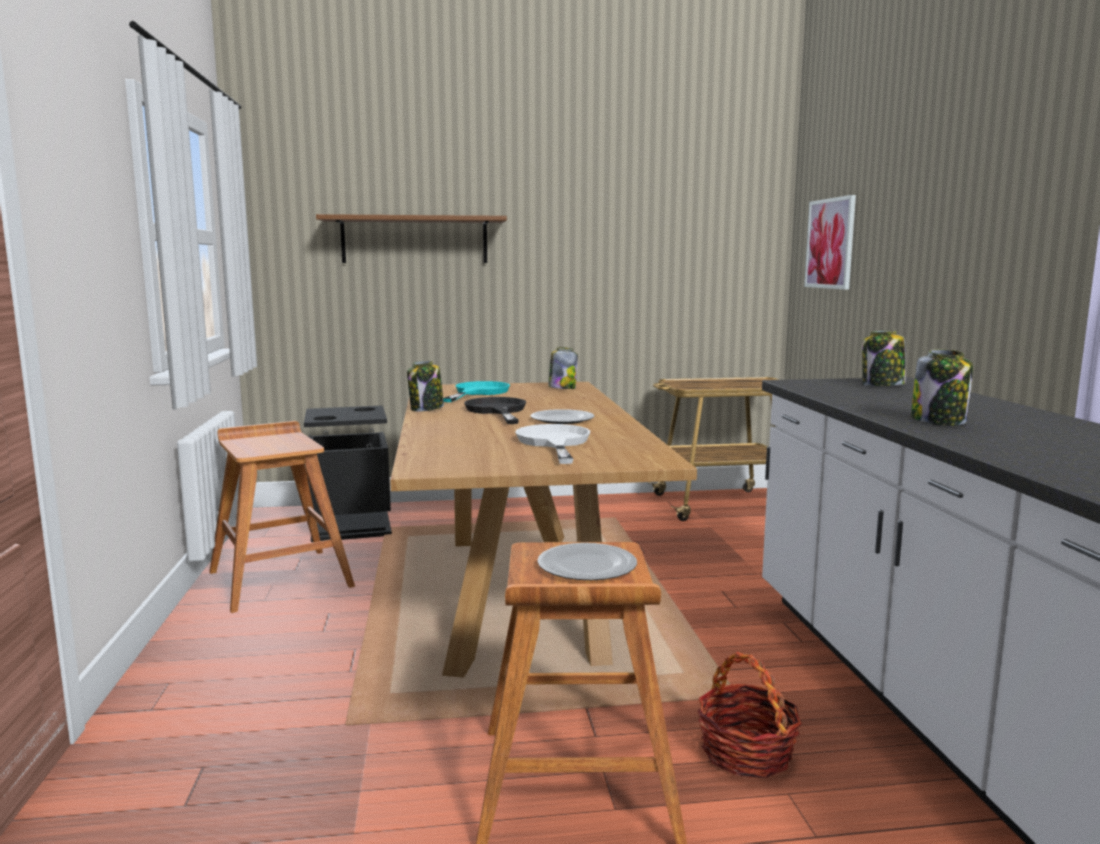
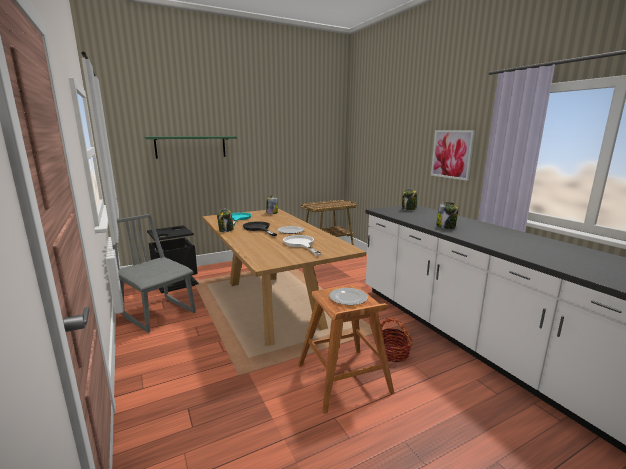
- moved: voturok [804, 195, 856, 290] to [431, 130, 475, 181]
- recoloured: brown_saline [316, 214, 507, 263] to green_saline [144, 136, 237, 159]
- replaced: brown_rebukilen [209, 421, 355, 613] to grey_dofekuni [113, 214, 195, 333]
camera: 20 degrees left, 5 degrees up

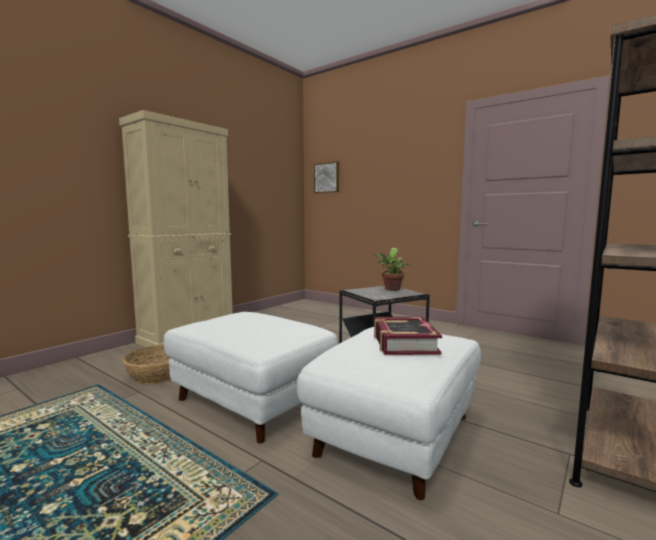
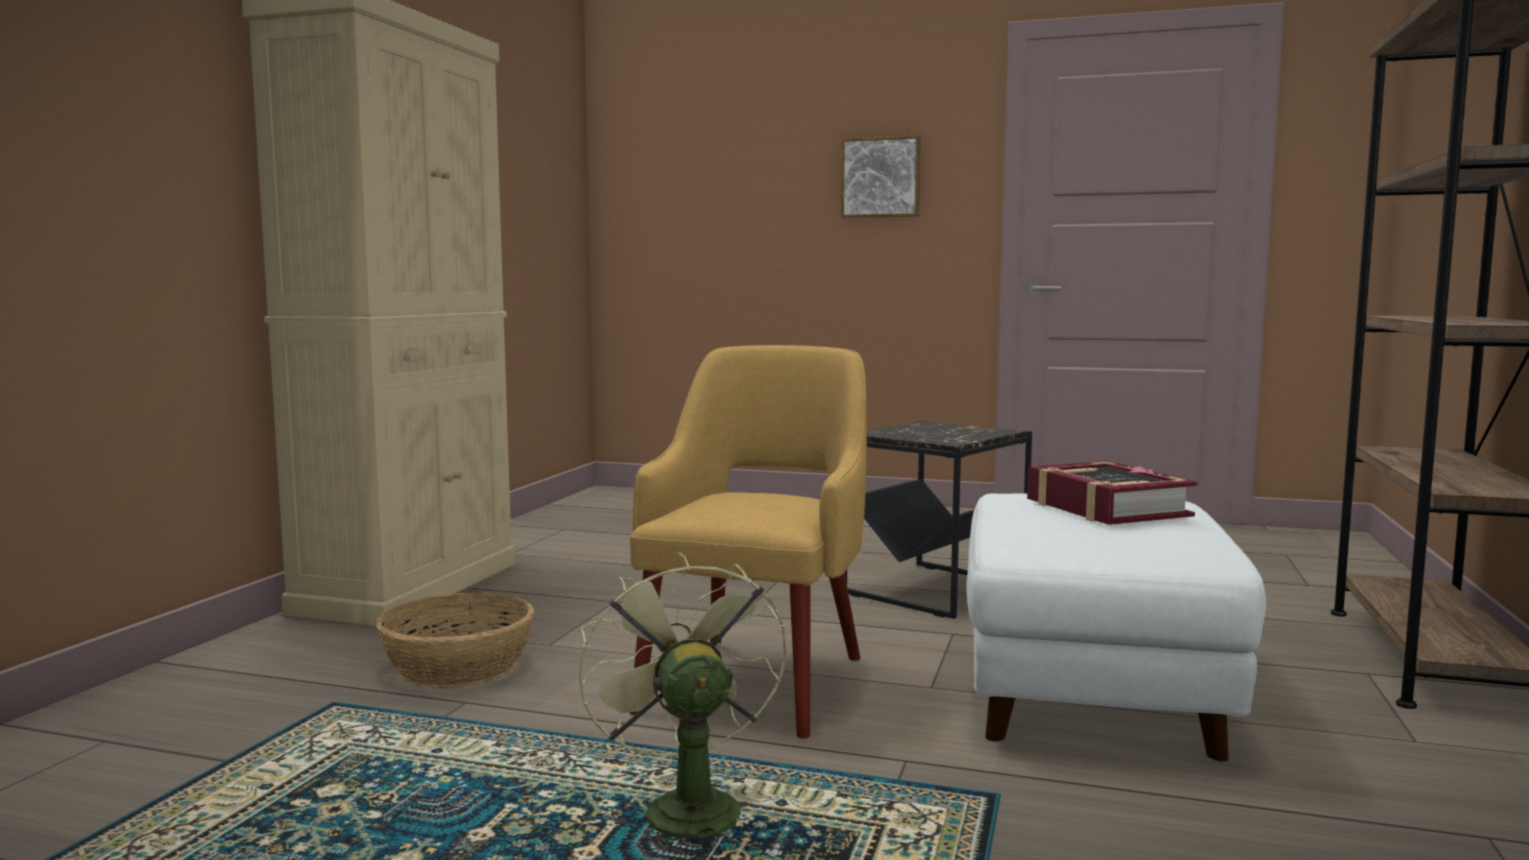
- moved: voturok [314, 161, 339, 193] to [841, 135, 920, 218]
- removed: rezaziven [374, 248, 411, 291]
- replaced: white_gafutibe [164, 312, 338, 444] to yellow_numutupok [630, 345, 867, 739]
- added: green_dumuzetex [579, 552, 787, 851]
camera: 20 degrees left, 0 degrees up

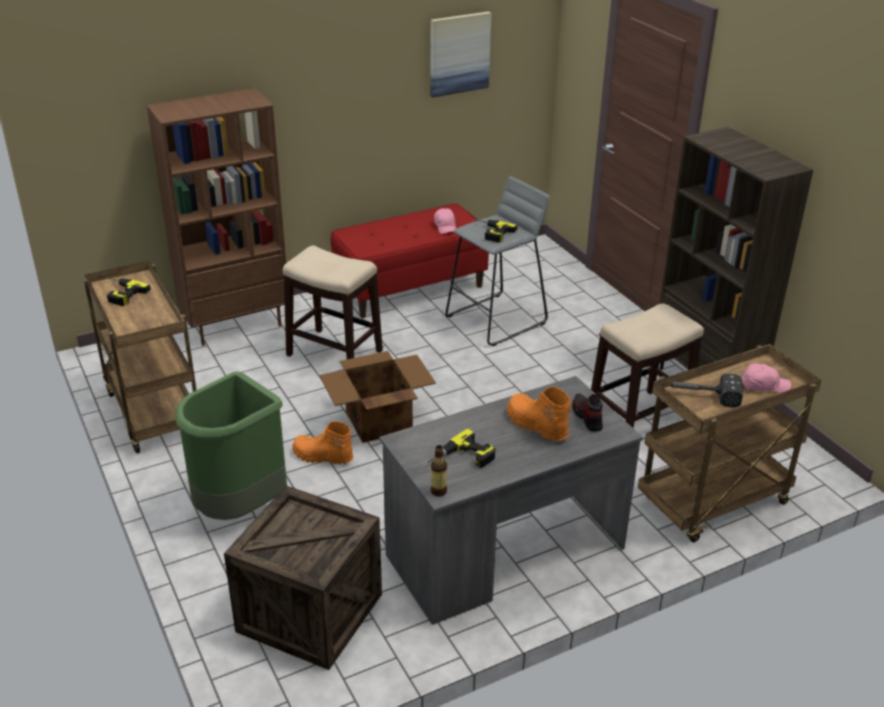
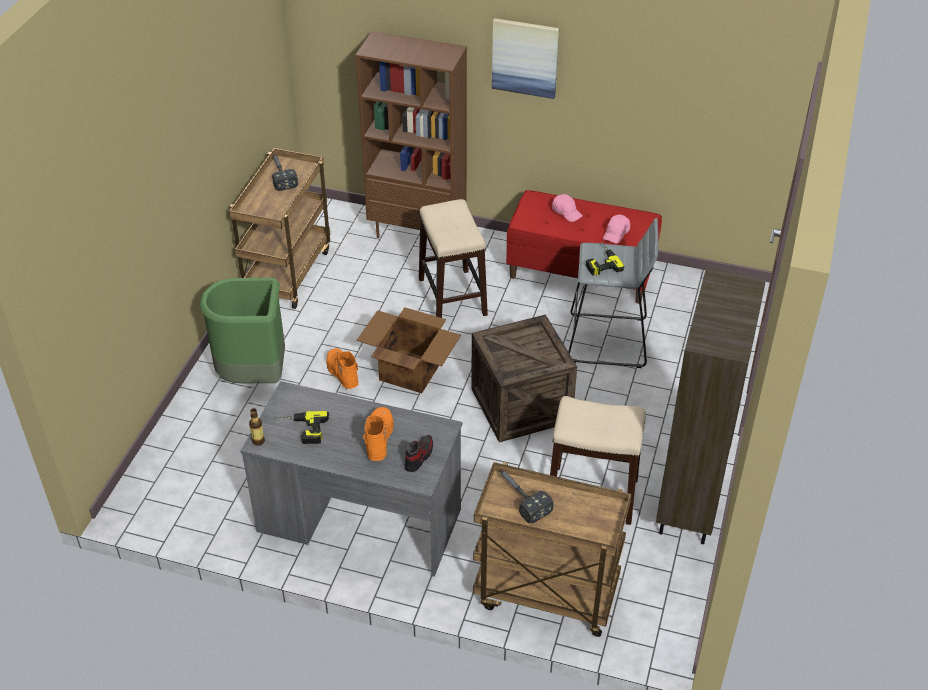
- moved: voturok [430, 11, 491, 97] to [492, 18, 559, 99]
- replaced: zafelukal [106, 277, 151, 306] to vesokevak [272, 155, 298, 191]
- moved: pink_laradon [742, 363, 791, 393] to [552, 194, 583, 222]
- moved: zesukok [224, 486, 382, 670] to [471, 314, 577, 442]
camera: 45 degrees right, 10 degrees up

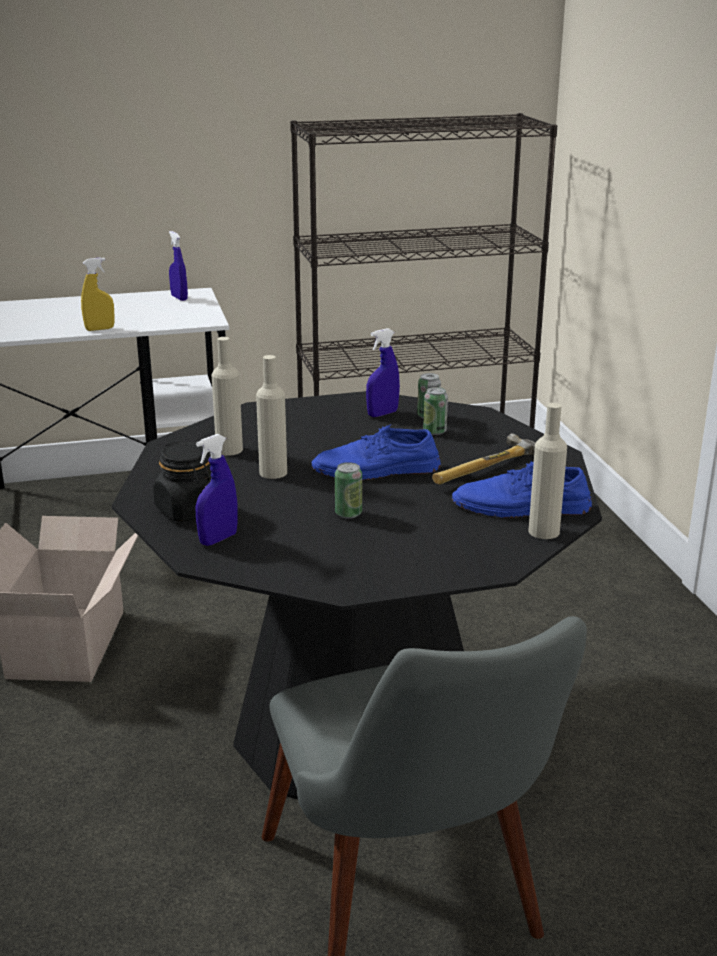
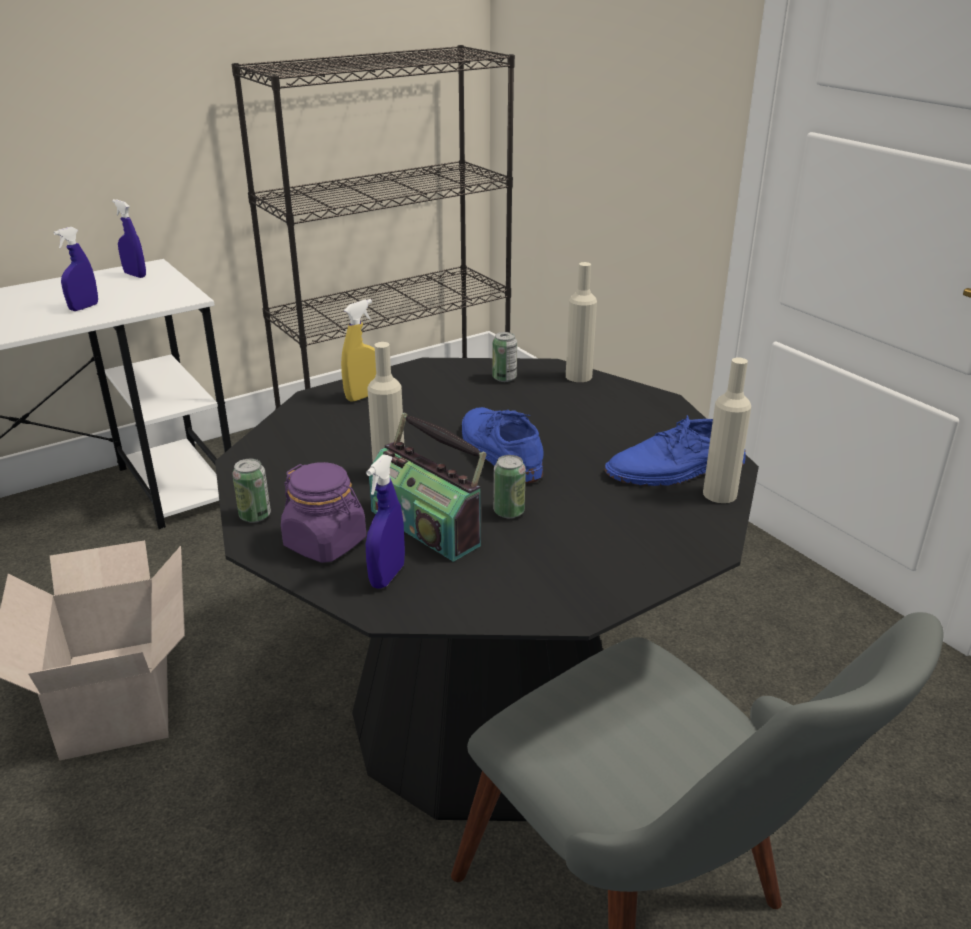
- moved: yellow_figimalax [81, 257, 115, 331] to [341, 299, 376, 402]
- moved: blue_figimalax [366, 328, 400, 417] to [53, 227, 98, 311]
- moved: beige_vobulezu [212, 337, 243, 456] to [566, 262, 597, 382]
- moved: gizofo [423, 387, 448, 435] to [232, 459, 271, 523]
- turned: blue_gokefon [312, 425, 441, 480] = [462, 407, 544, 484] 90 degrees clockwise
- removed: vesokevak [432, 433, 535, 485]
- recoloured: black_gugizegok [153, 441, 212, 522] to purple_gugizegok [281, 462, 366, 563]
- added: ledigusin [369, 413, 486, 562]
camera: 20 degrees left, 5 degrees up

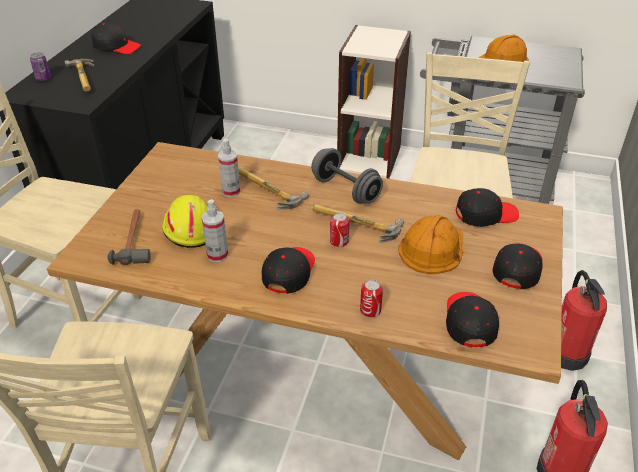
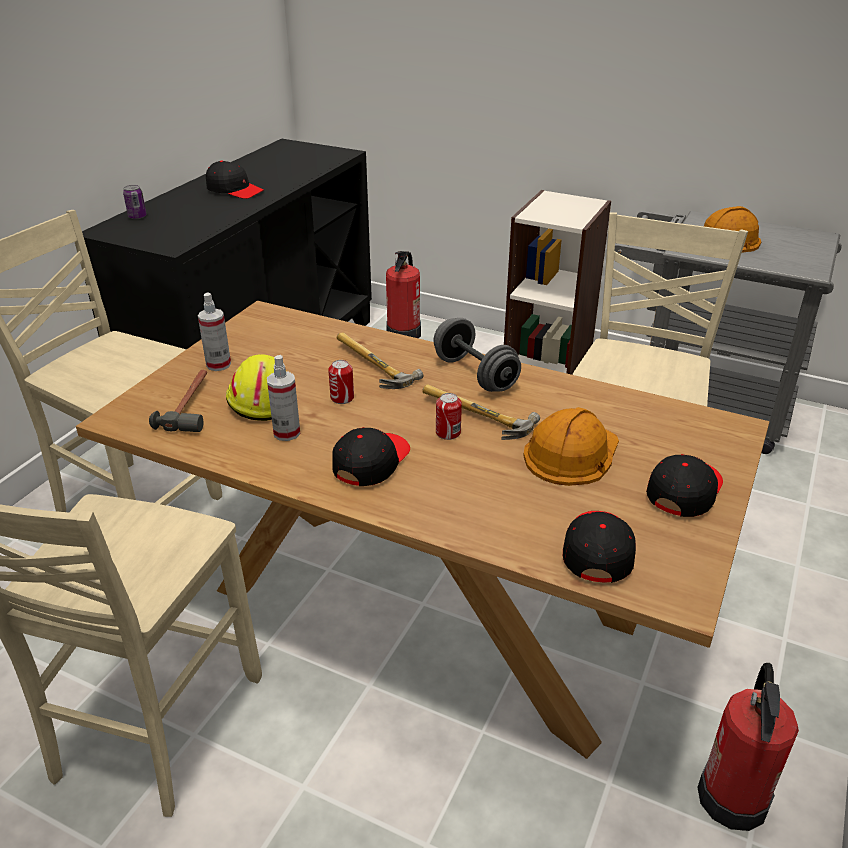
- removed: vesokevak [65, 59, 94, 92]
- moved: figimalax [218, 139, 240, 197] to [198, 292, 231, 371]
- removed: black_laradon [456, 188, 519, 227]
- moved: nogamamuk [561, 270, 607, 371] to [386, 251, 421, 339]
- moved: gizofo [360, 280, 383, 318] to [328, 360, 354, 404]
camera: 10 degrees right, 5 degrees down

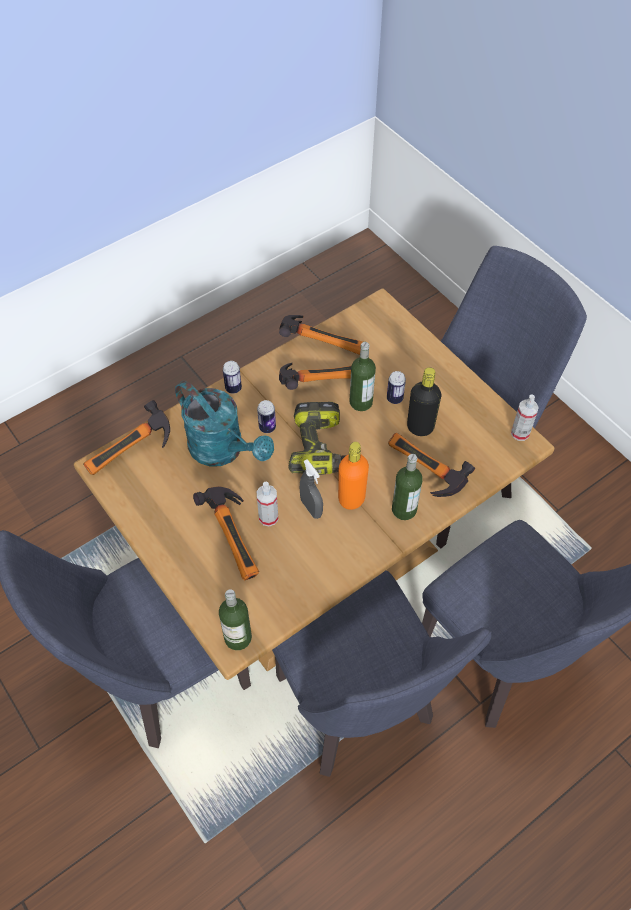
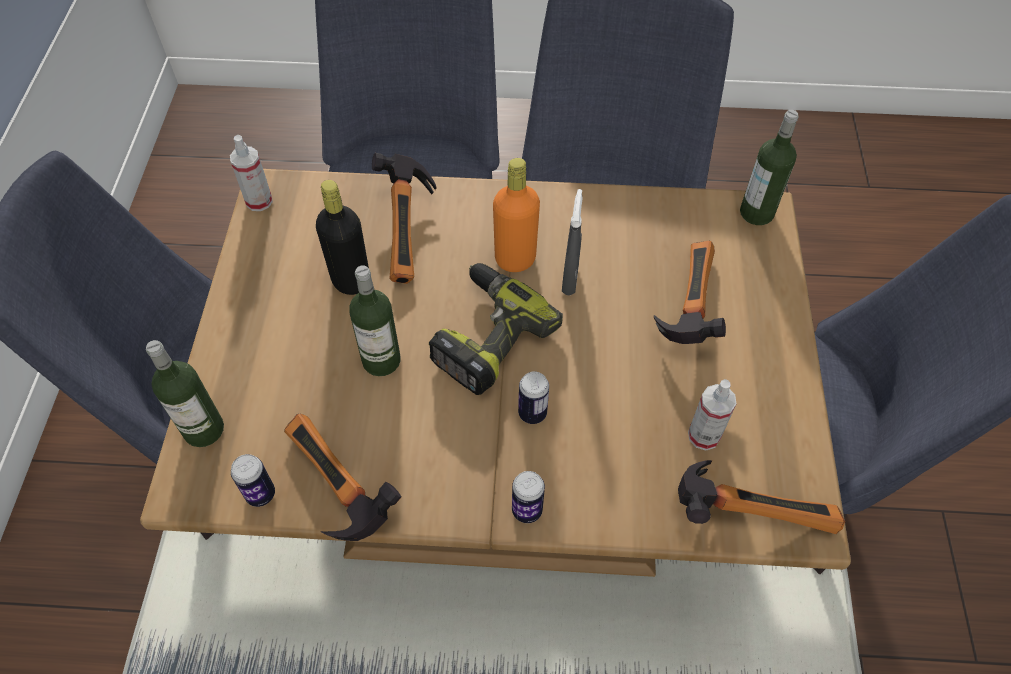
- removed: vesokevak [279, 363, 351, 390]
- moved: gizofo [387, 371, 406, 404] to [231, 454, 275, 507]
- removed: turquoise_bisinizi [175, 381, 274, 467]
- moved: vobulezu [392, 454, 423, 520] to [146, 340, 224, 447]
- moved: figimalax [257, 482, 278, 526] to [688, 379, 737, 450]
camera: 140 degrees left, 0 degrees up

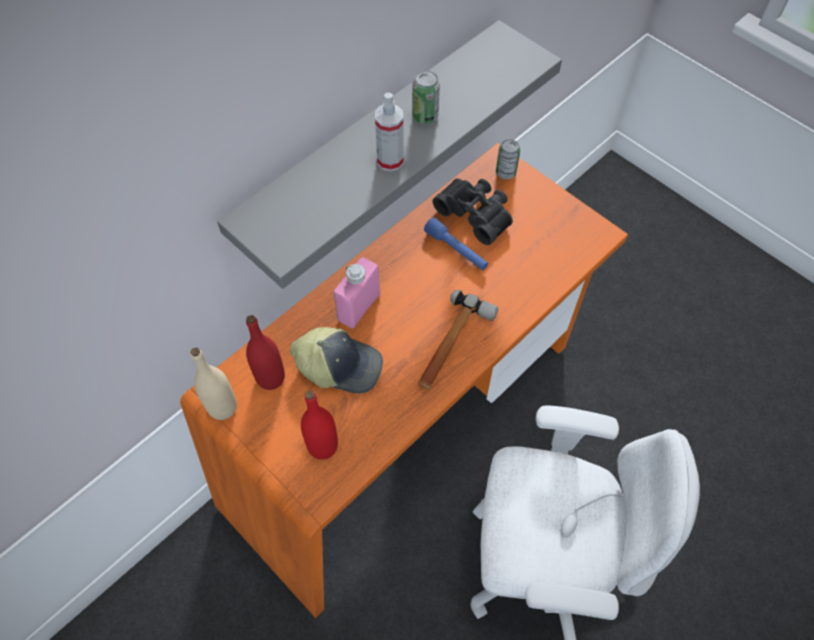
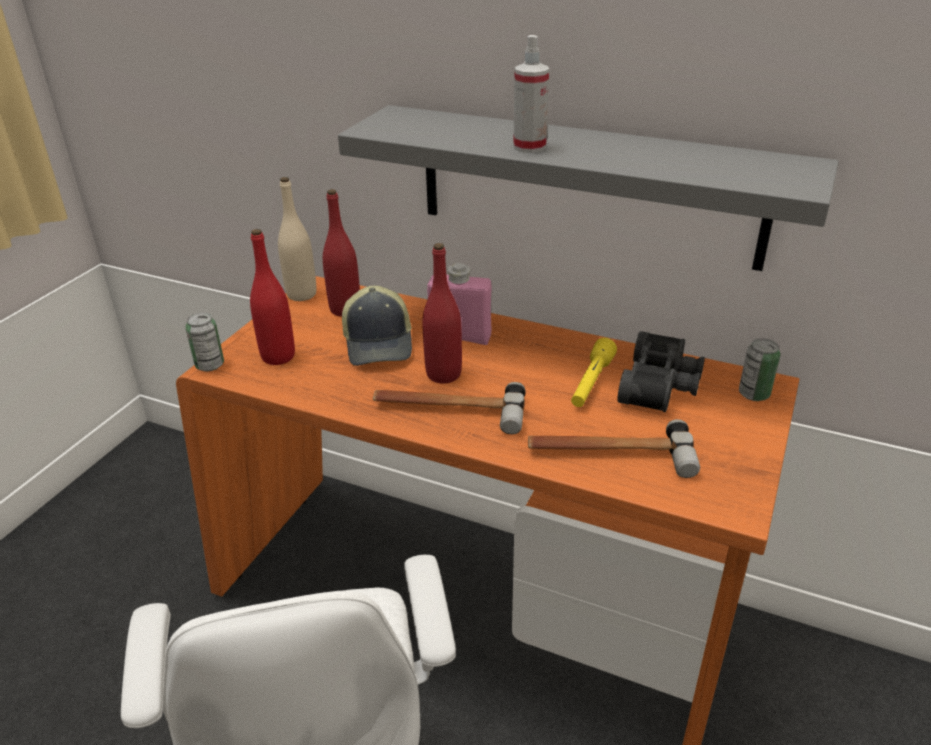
- moved: gizofo [412, 70, 440, 124] to [185, 313, 224, 371]
- recoloured: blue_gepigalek [424, 217, 488, 270] to yellow_gepigalek [571, 338, 617, 407]
- added: red_vobulezu [423, 243, 462, 384]
- added: vesokevak [528, 419, 700, 478]
camera: 70 degrees right, 25 degrees down

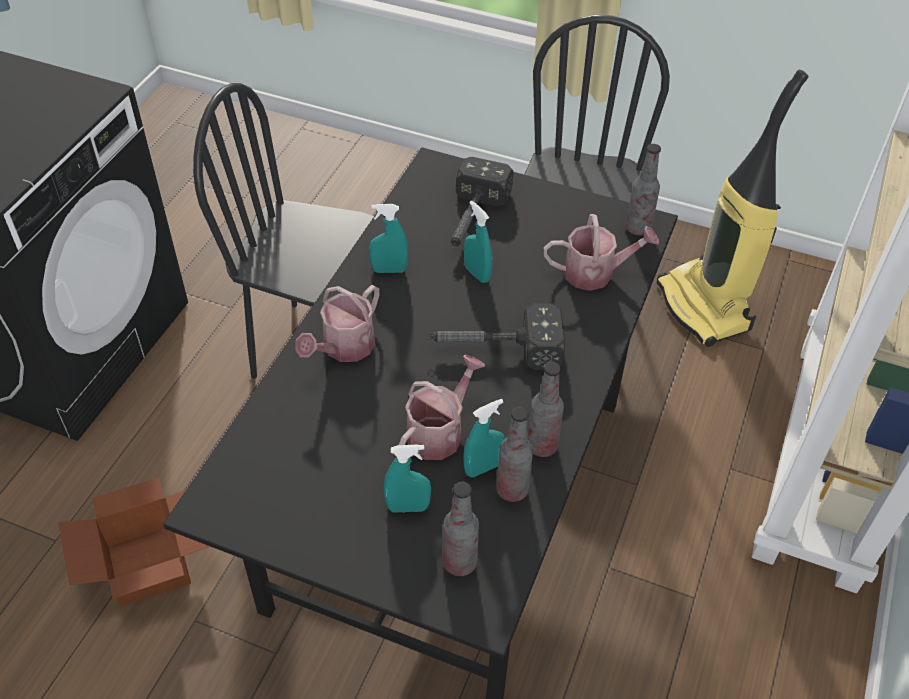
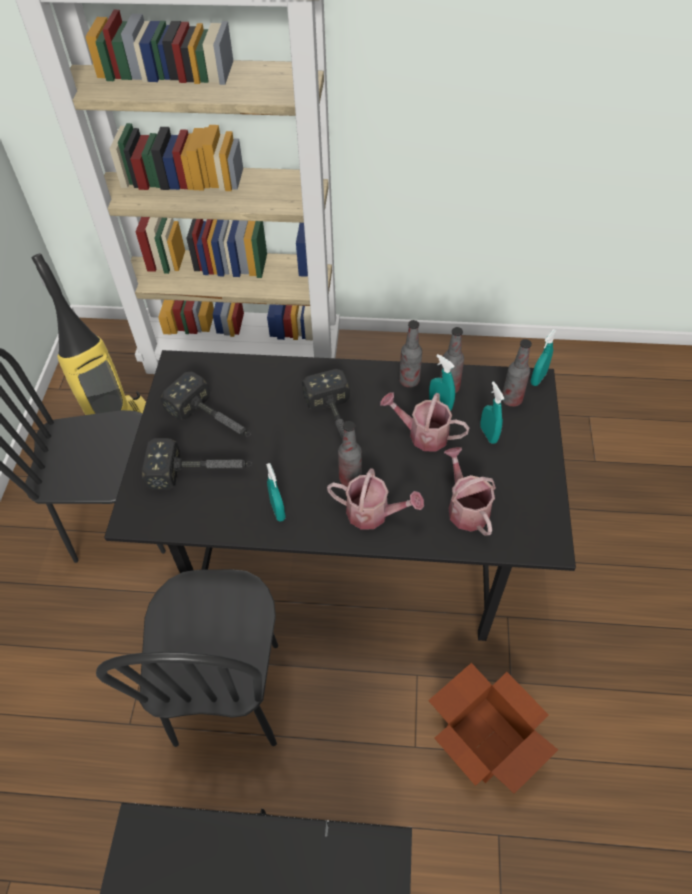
- moved: vobulezu [626, 144, 661, 235] to [338, 421, 362, 487]
- moved: turquoise_figimalax [464, 201, 492, 283] to [531, 329, 557, 386]
- moved: bisinizi [544, 214, 659, 291] to [444, 447, 496, 536]
- added: vesokevak [160, 372, 251, 437]
camera: 105 degrees left, 5 degrees up

